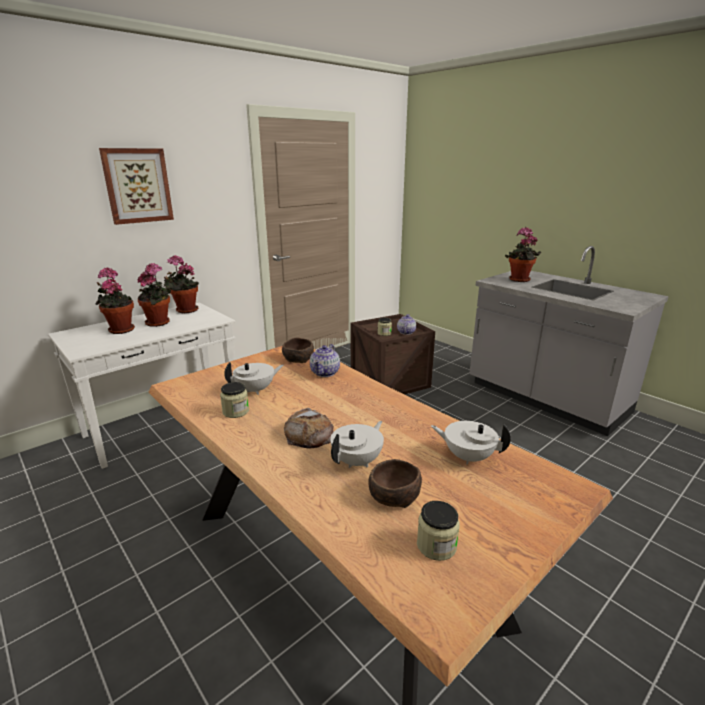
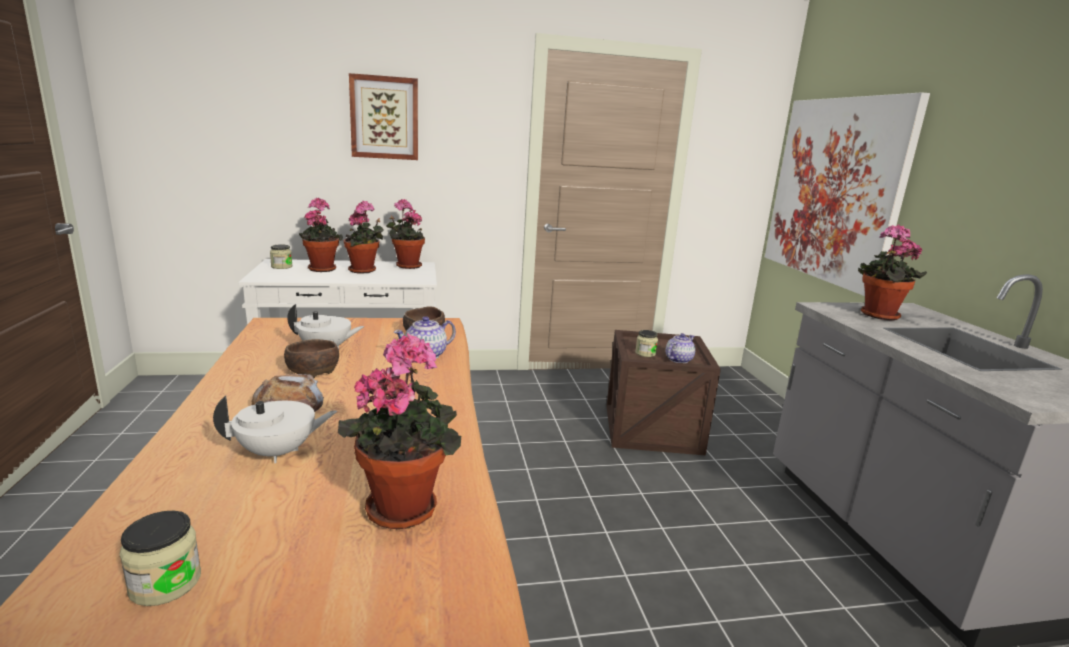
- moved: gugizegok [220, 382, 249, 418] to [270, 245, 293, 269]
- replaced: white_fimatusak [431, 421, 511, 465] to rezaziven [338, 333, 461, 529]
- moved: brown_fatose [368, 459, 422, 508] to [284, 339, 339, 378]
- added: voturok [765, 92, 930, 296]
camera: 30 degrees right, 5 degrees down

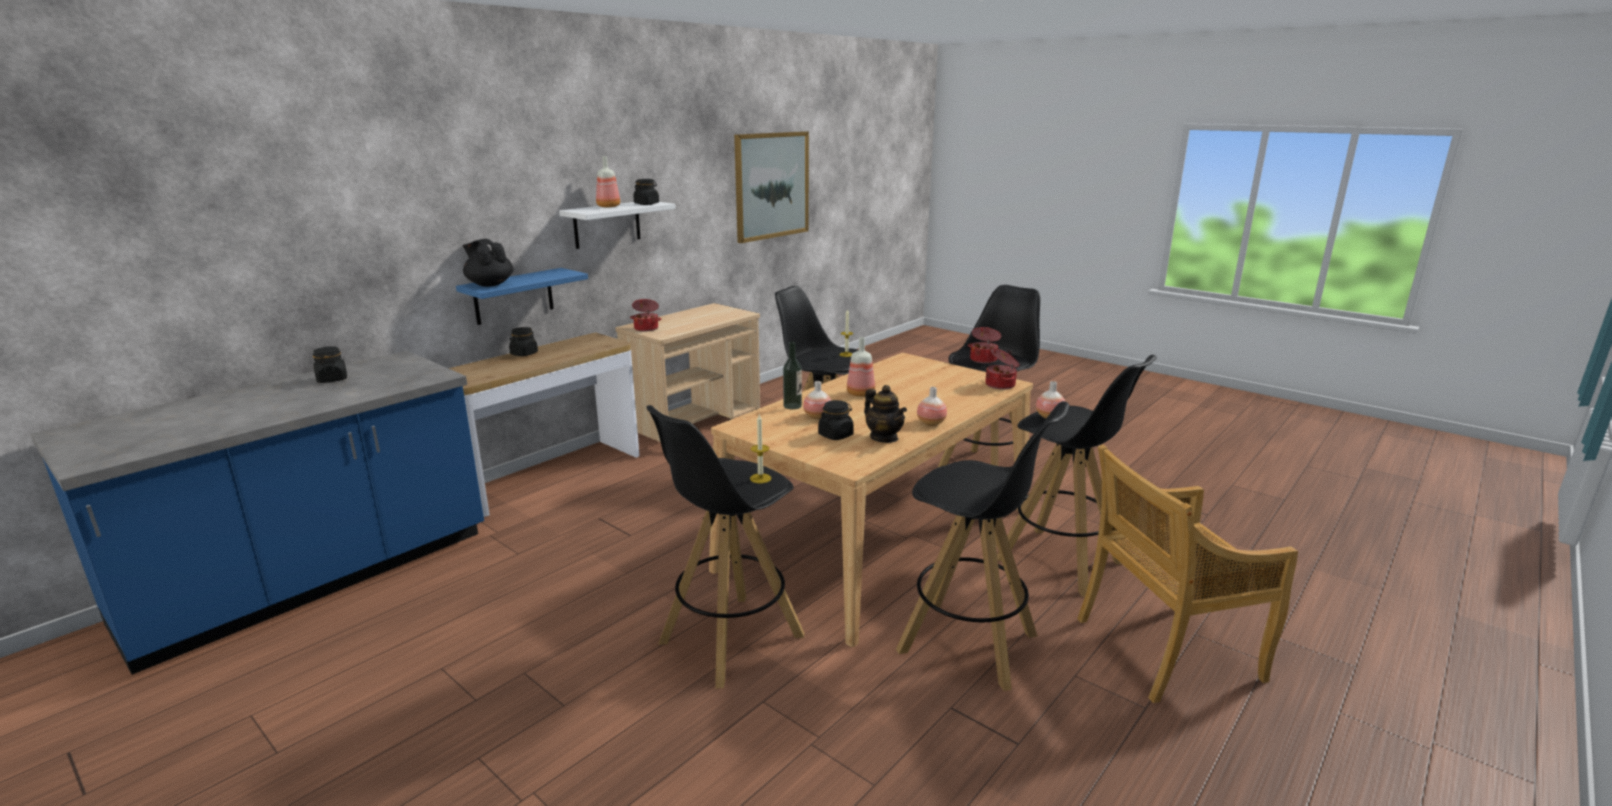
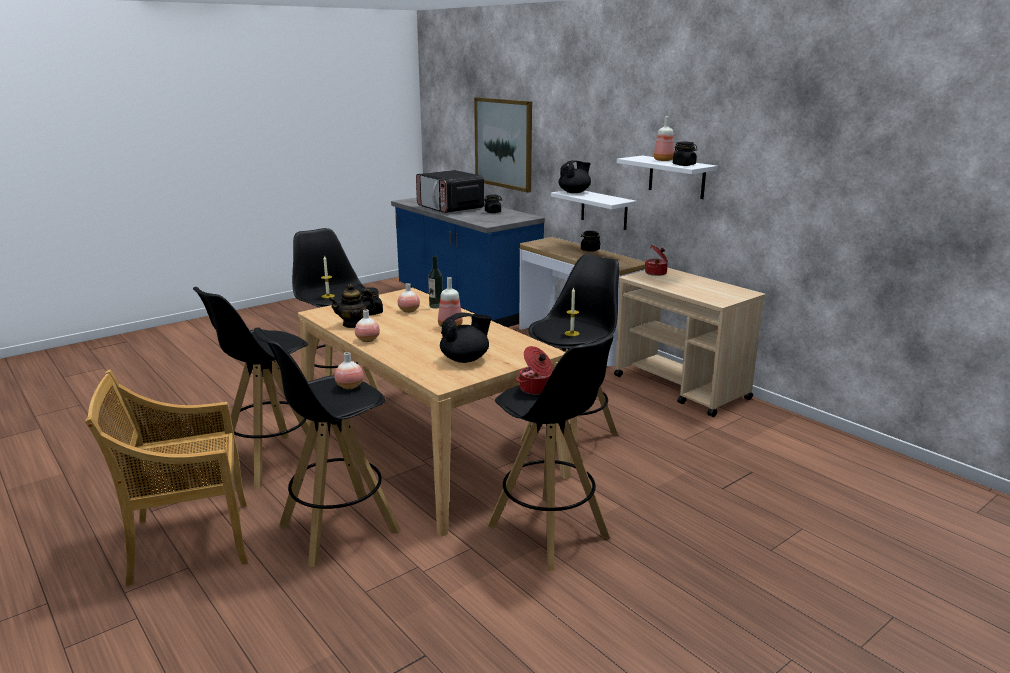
- moved: voturok [734, 131, 809, 243] to [474, 97, 532, 193]
- recoloured: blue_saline [456, 268, 588, 325] to white_saline [551, 191, 637, 230]
- removed: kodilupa [985, 348, 1020, 390]
- turned: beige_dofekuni [1077, 445, 1298, 703] = [85, 369, 248, 586] 105 degrees counterclockwise
- added: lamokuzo [416, 170, 484, 213]
- added: black_fimatusak [440, 313, 492, 363]
camera: 100 degrees right, 0 degrees up

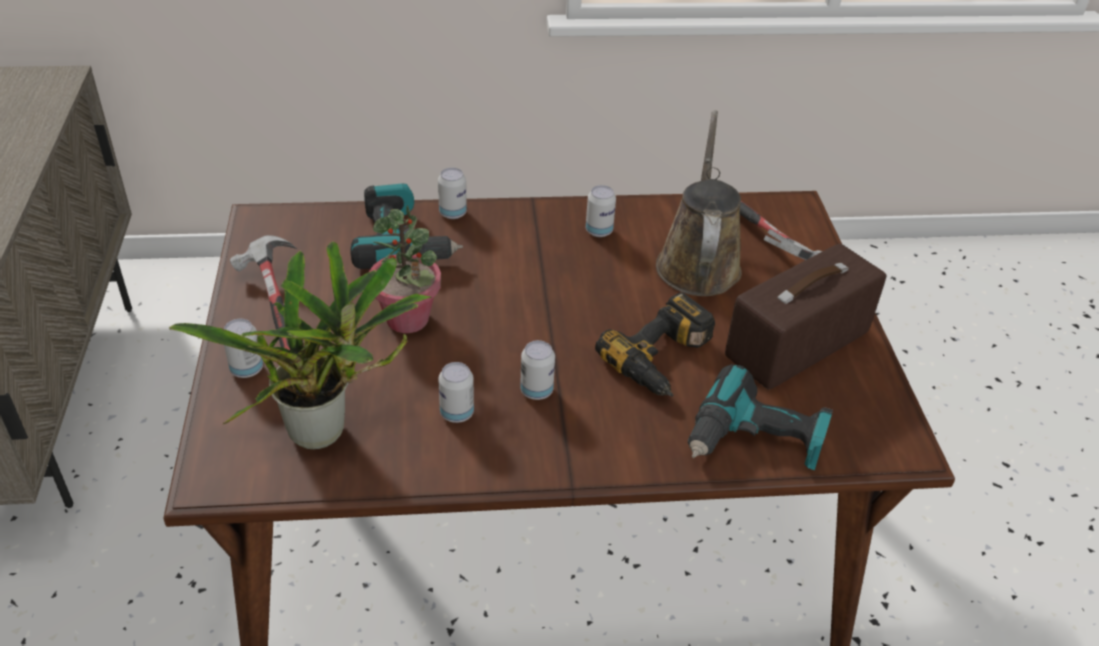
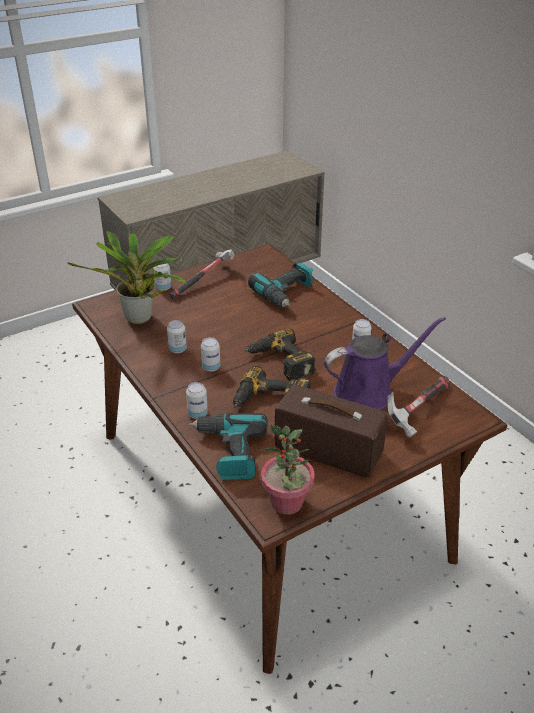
- recoloured: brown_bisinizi [656, 110, 742, 296] to purple_bisinizi [324, 317, 446, 410]
- moved: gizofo [438, 167, 467, 219] to [186, 382, 208, 419]
- moved: rezaziven [369, 205, 441, 333] to [261, 425, 315, 515]
- added: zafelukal [244, 329, 315, 381]
camera: 65 degrees right, 5 degrees down

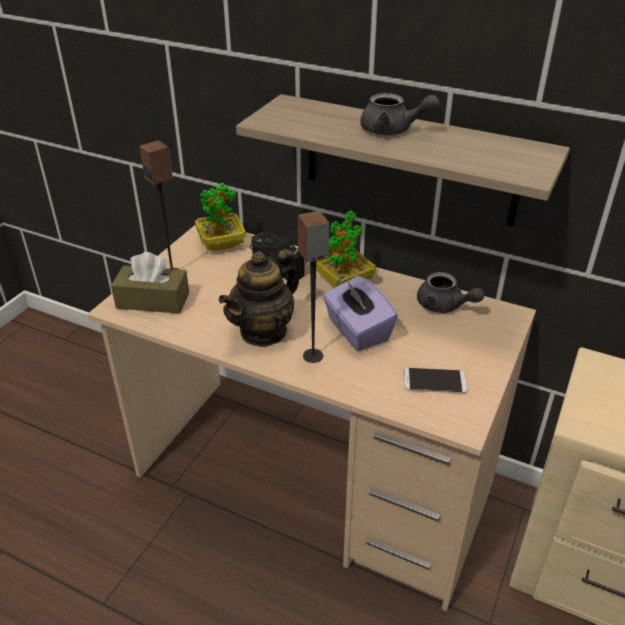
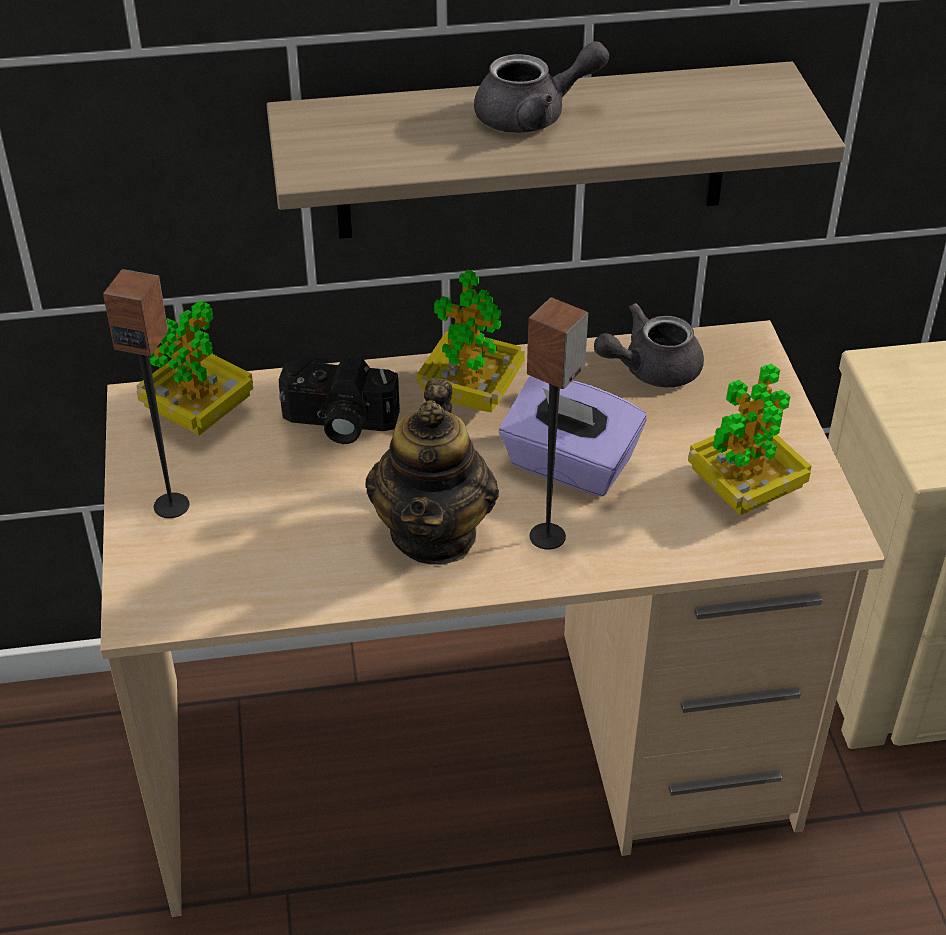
- removed: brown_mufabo [111, 252, 189, 314]
- turned: grey_fimatusak [417, 272, 485, 313] = [594, 303, 704, 387] 150 degrees clockwise
- replaced: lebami [403, 368, 468, 393] to rezaziven [688, 363, 811, 515]
camera: 35 degrees left, 5 degrees up

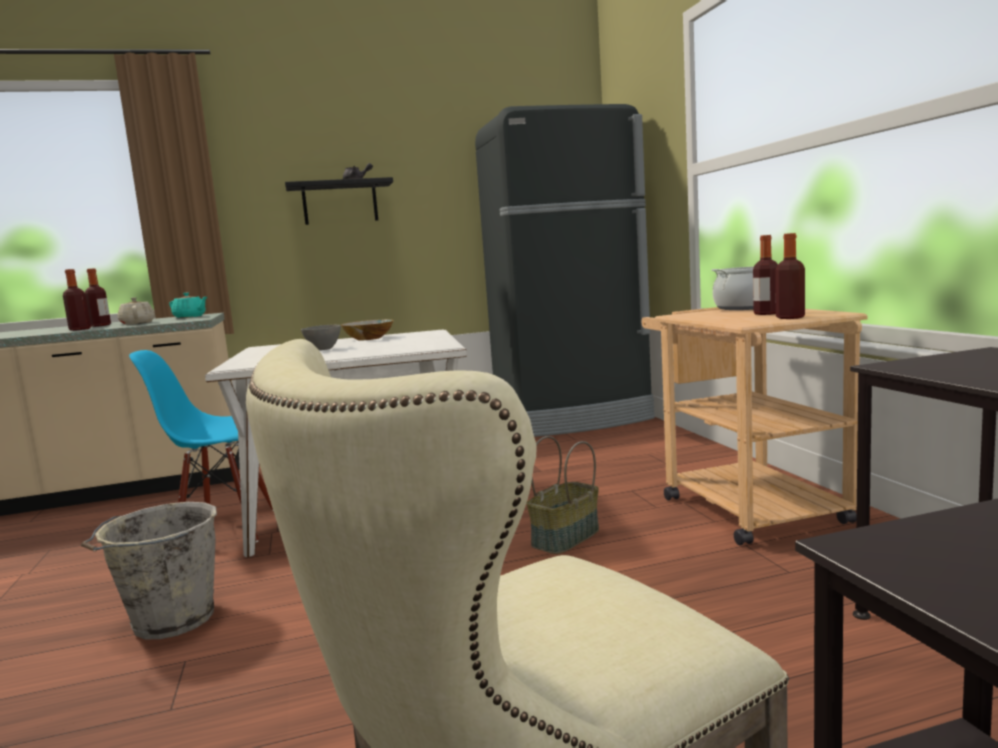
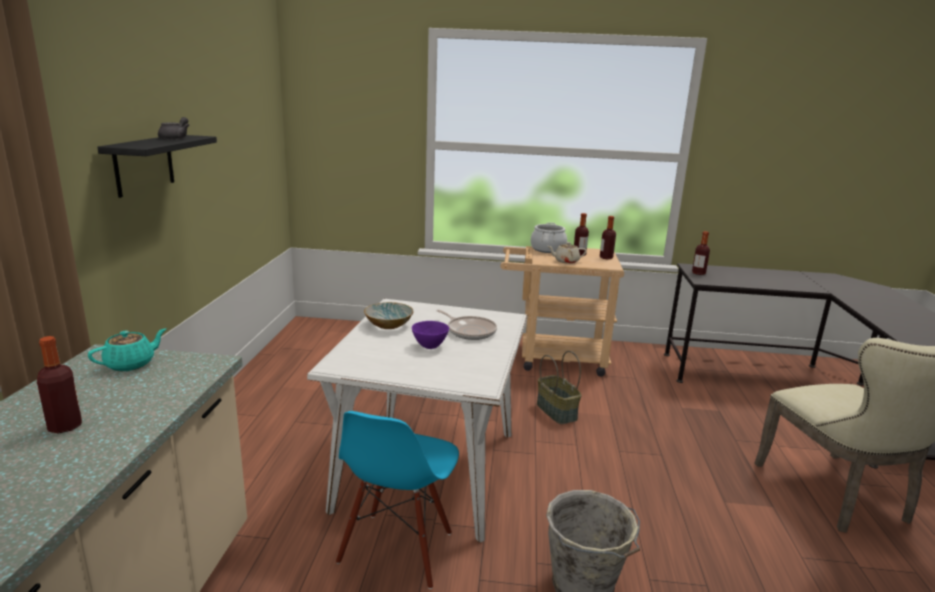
- removed: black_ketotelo [475, 104, 655, 437]
- moved: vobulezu [63, 269, 91, 331] to [692, 231, 710, 275]
- moved: beige_fimatusak [118, 297, 155, 325] to [548, 242, 587, 264]
- recoloured: grey_fatose [301, 325, 341, 350] to purple_fatose [412, 321, 449, 349]
- added: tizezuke [436, 310, 497, 340]
camera: 70 degrees left, 10 degrees up

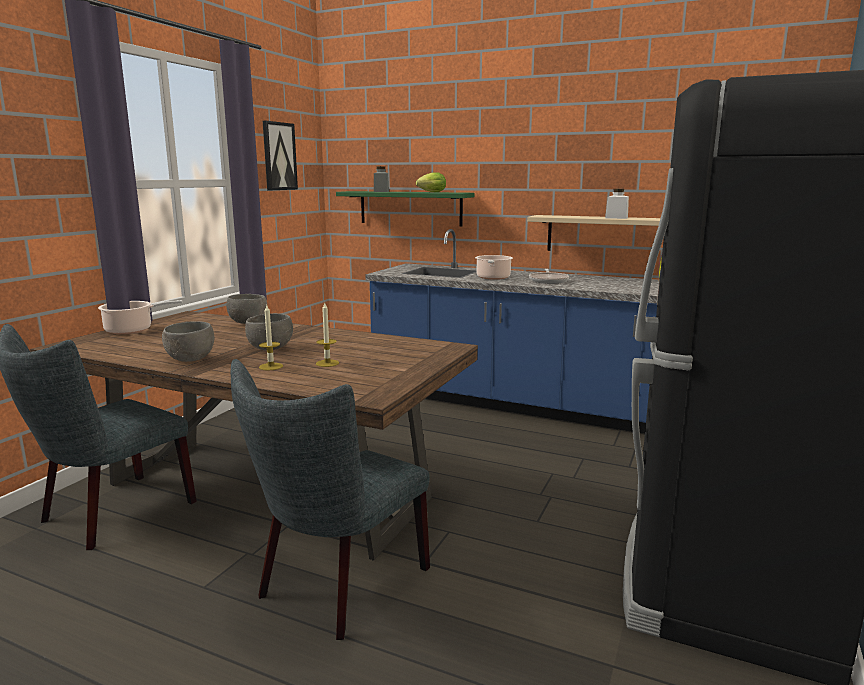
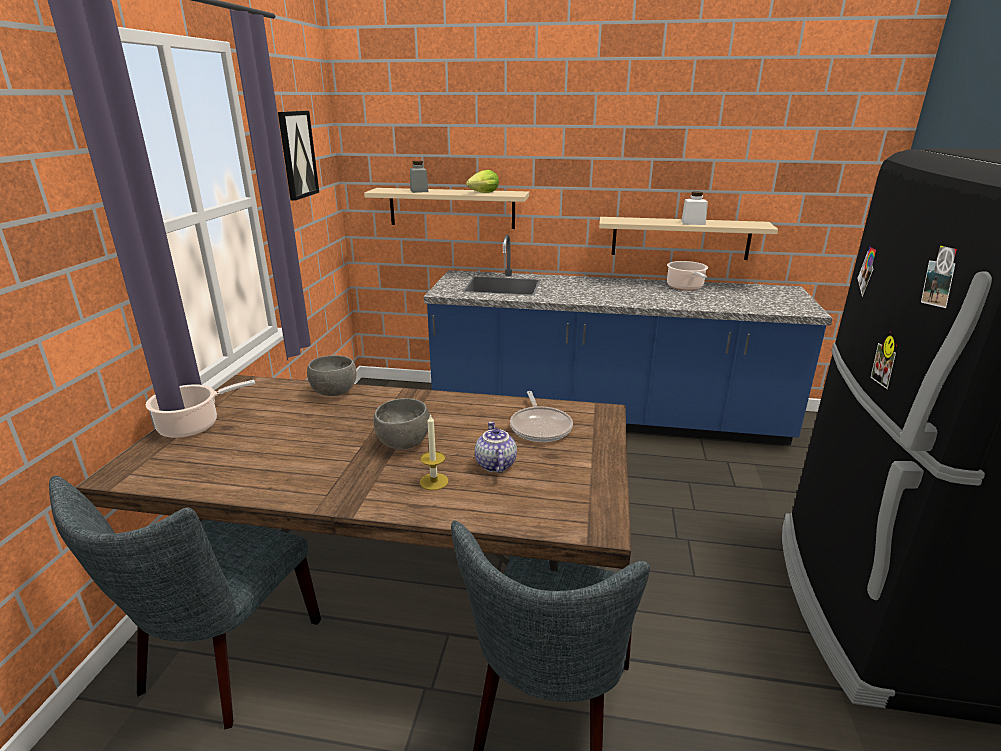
- recoloured: green_saline [336, 191, 475, 227] to beige_saline [364, 188, 529, 229]
- moved: kodilupa [475, 255, 513, 280] to [667, 261, 708, 290]
- moved: tizezuke [529, 269, 569, 284] to [510, 391, 573, 442]
- replaced: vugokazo [316, 303, 339, 367] to fimatusak [475, 421, 517, 473]
- removed: grey_fatose [162, 321, 214, 362]
camera: 15 degrees left, 10 degrees up

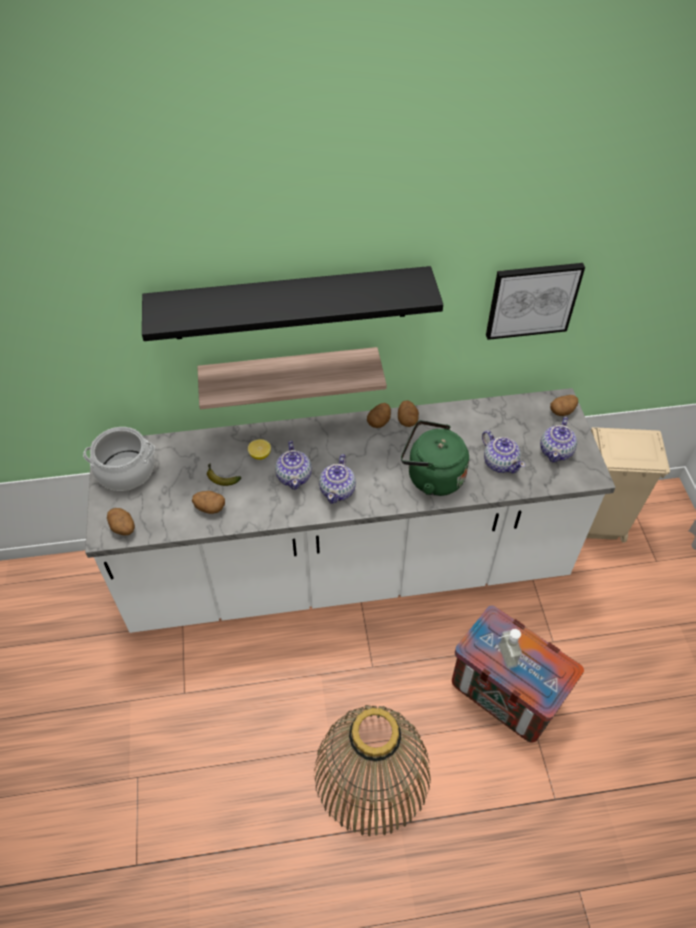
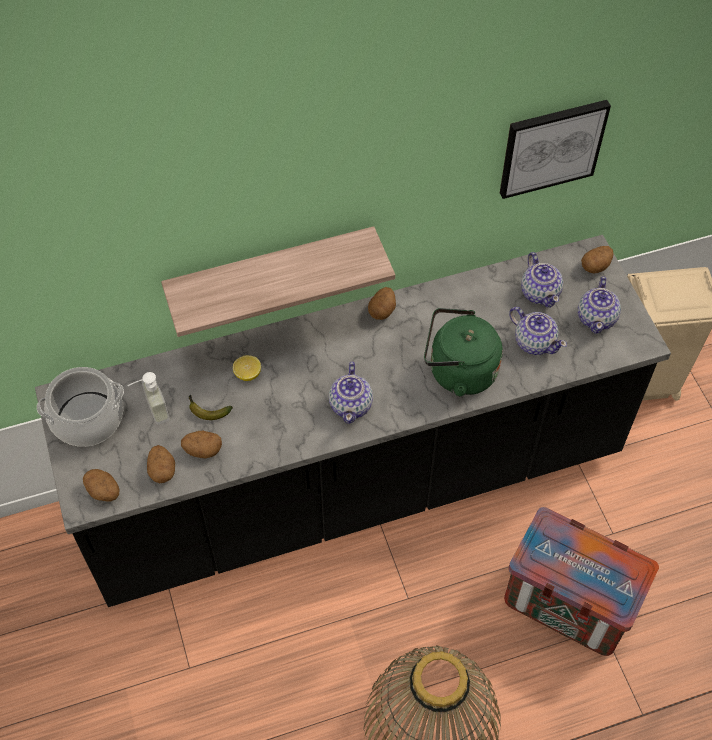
- removed: black_saline [142, 266, 443, 341]
- recoloured: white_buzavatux [85, 388, 616, 633] to black_buzavatux [35, 235, 671, 607]
- moved: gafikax [398, 400, 419, 427] to [147, 445, 175, 483]
- moved: fimatusak [275, 441, 312, 490] to [521, 252, 563, 308]
- moved: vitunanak [498, 629, 522, 669] to [127, 372, 170, 425]
camera: 10 degrees left, 5 degrees up

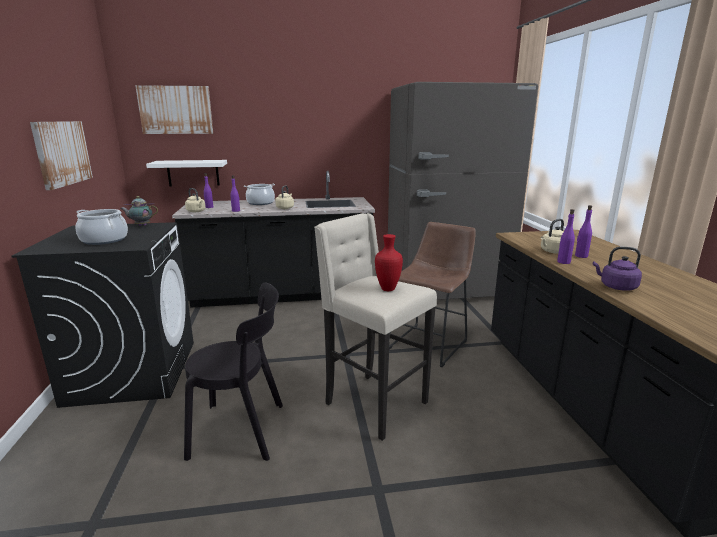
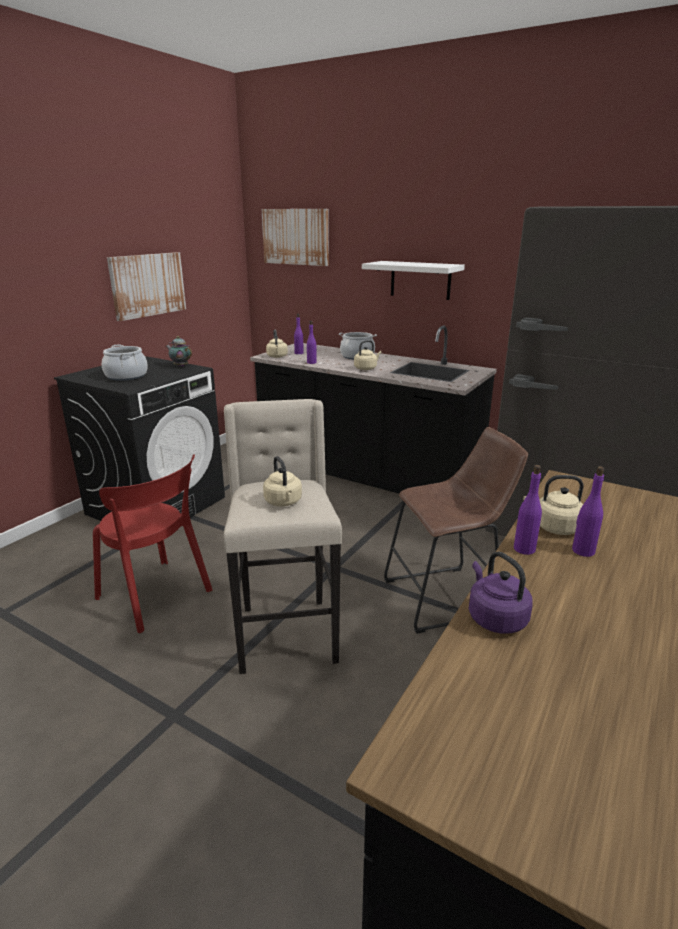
- moved: white_saline [146, 160, 227, 187] to [362, 261, 465, 300]
- replaced: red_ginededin [375, 234, 403, 291] to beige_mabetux [263, 456, 302, 506]
- recoloured: black_dofekuni [184, 283, 283, 461] to red_dofekuni [93, 454, 212, 633]
camera: 40 degrees right, 5 degrees up

